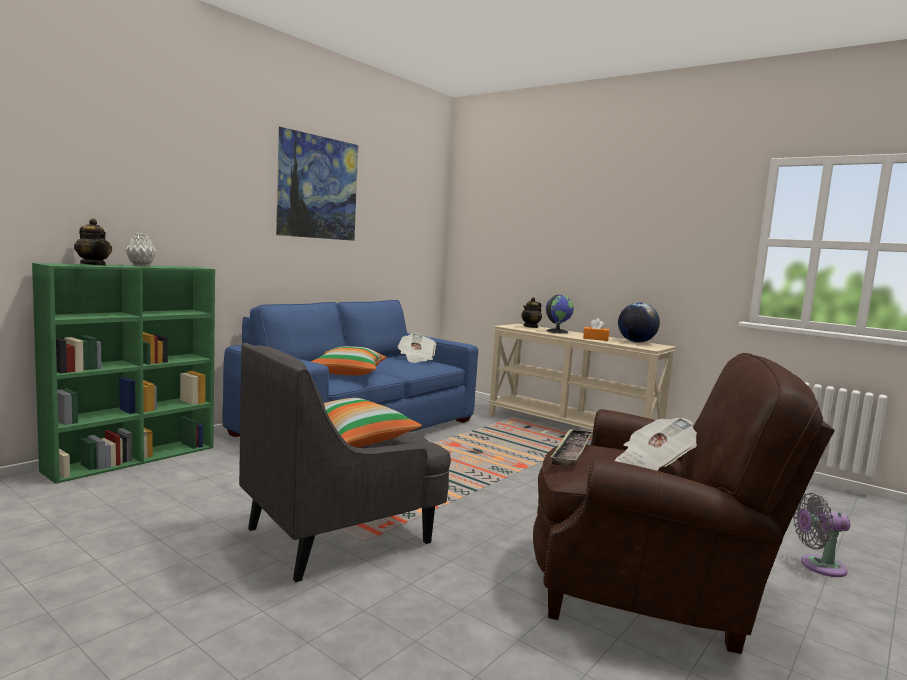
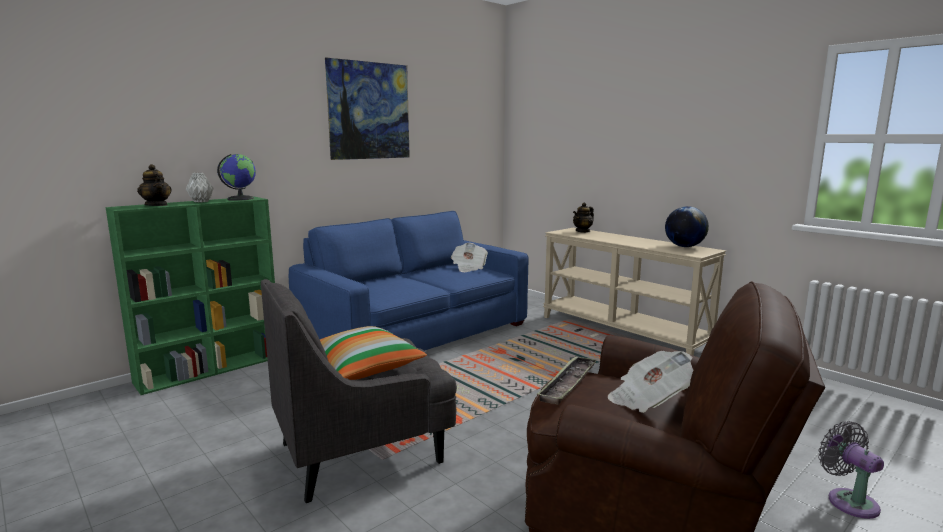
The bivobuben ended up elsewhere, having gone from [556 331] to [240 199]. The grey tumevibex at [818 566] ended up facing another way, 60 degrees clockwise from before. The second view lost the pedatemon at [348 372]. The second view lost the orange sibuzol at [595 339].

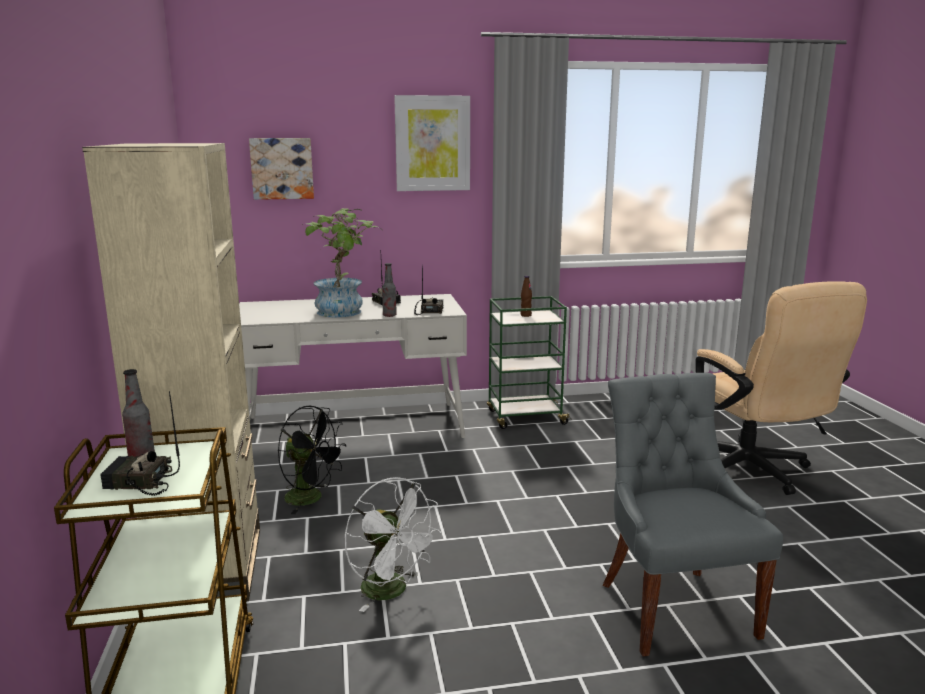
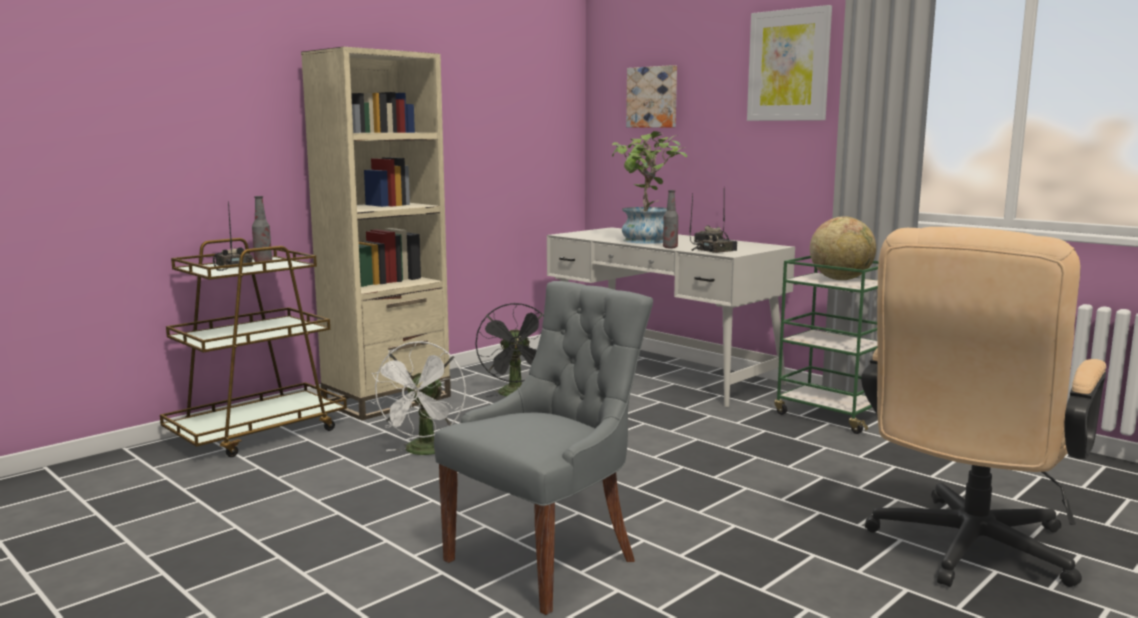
Where the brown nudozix stood at [525 315], the bivobuben came to stand at [840 279].

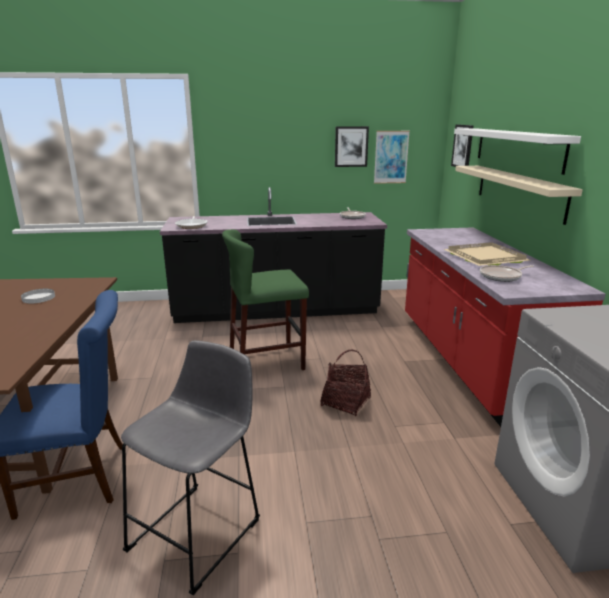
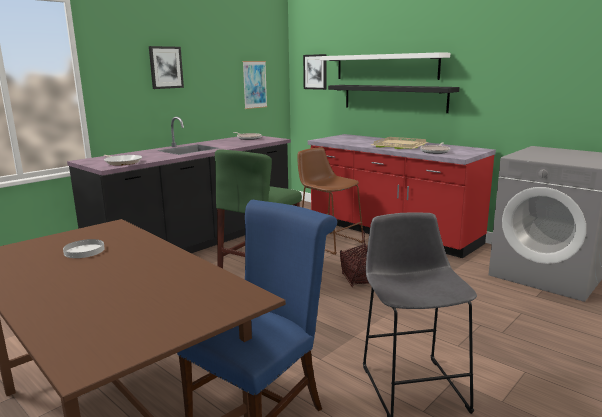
The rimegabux ended up elsewhere, having gone from [351 146] to [166 67]. The second view gained the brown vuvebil at [328 241]. What was the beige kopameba at [519 191] turned into the black kopameba at [394 97].

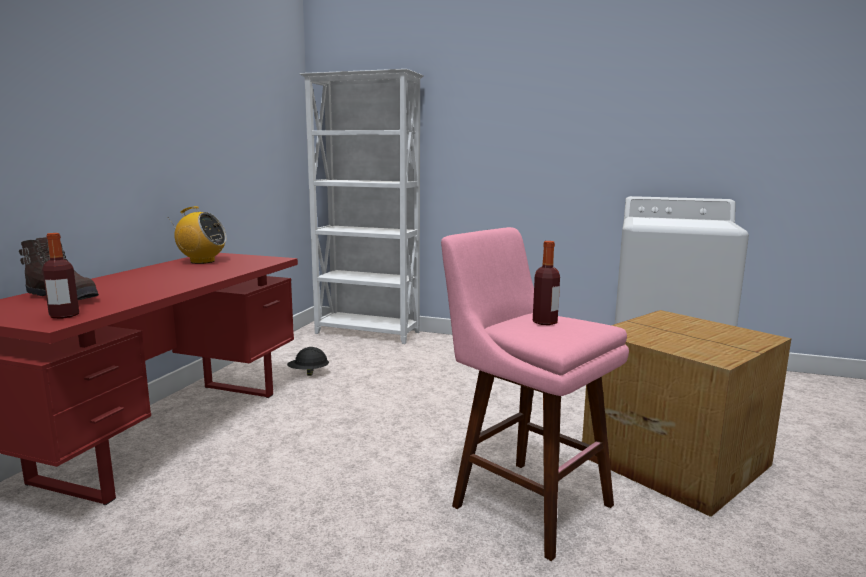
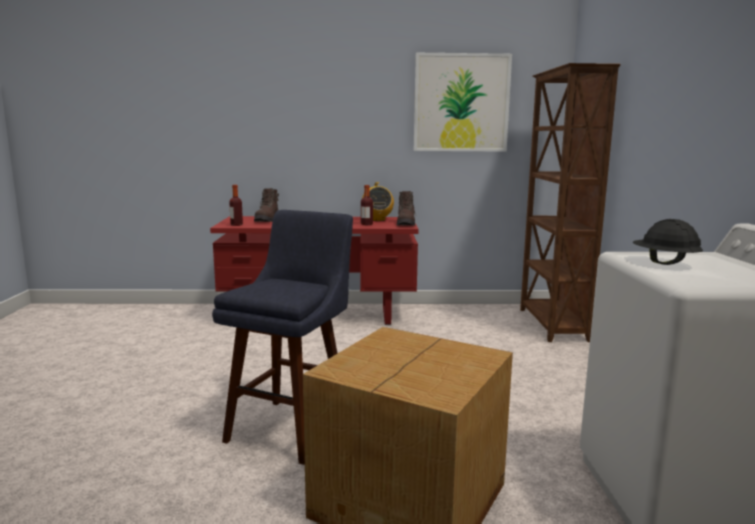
What was the pink vuvebil at [524 501] turned into the blue vuvebil at [293 426]. The nudozix ended up elsewhere, having gone from [544 322] to [366 224]. The second view gained the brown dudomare at [406 224]. The second view gained the rimegabux at [461 103]. What was the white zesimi at [367 333] turned into the brown zesimi at [552 325]. The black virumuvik ended up elsewhere, having gone from [308 373] to [664 263].

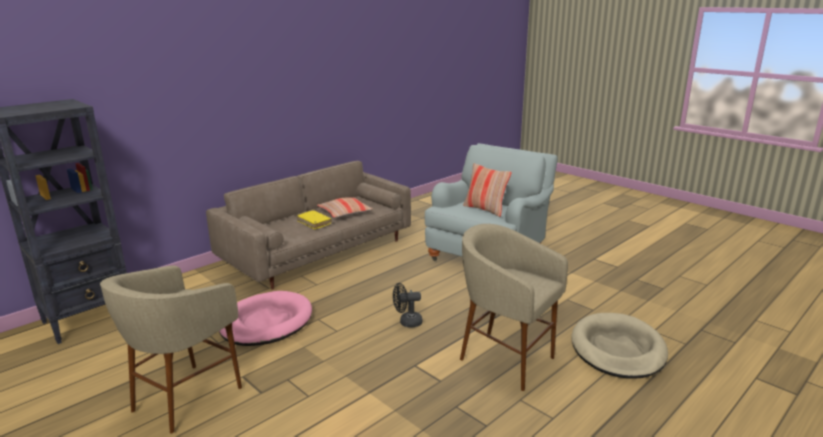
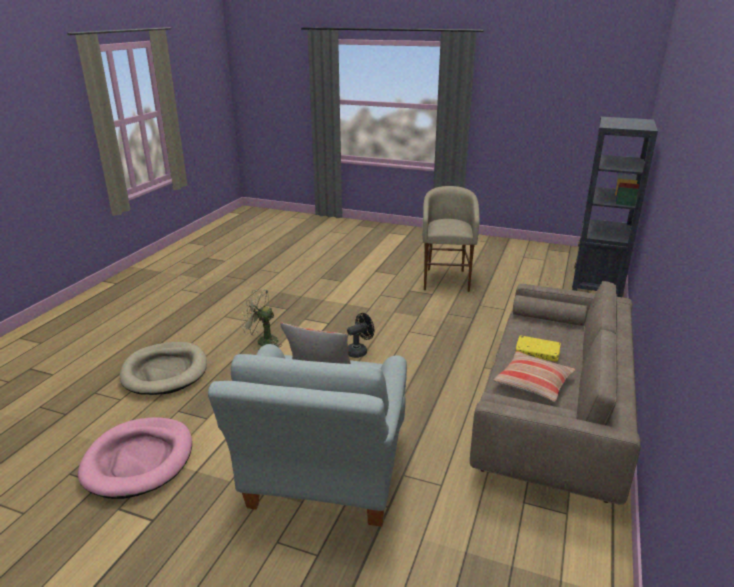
The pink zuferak ended up elsewhere, having gone from [266 322] to [139 460]. Where the beige vuvebil stood at [505 360], the green tumevibex came to stand at [262 341].

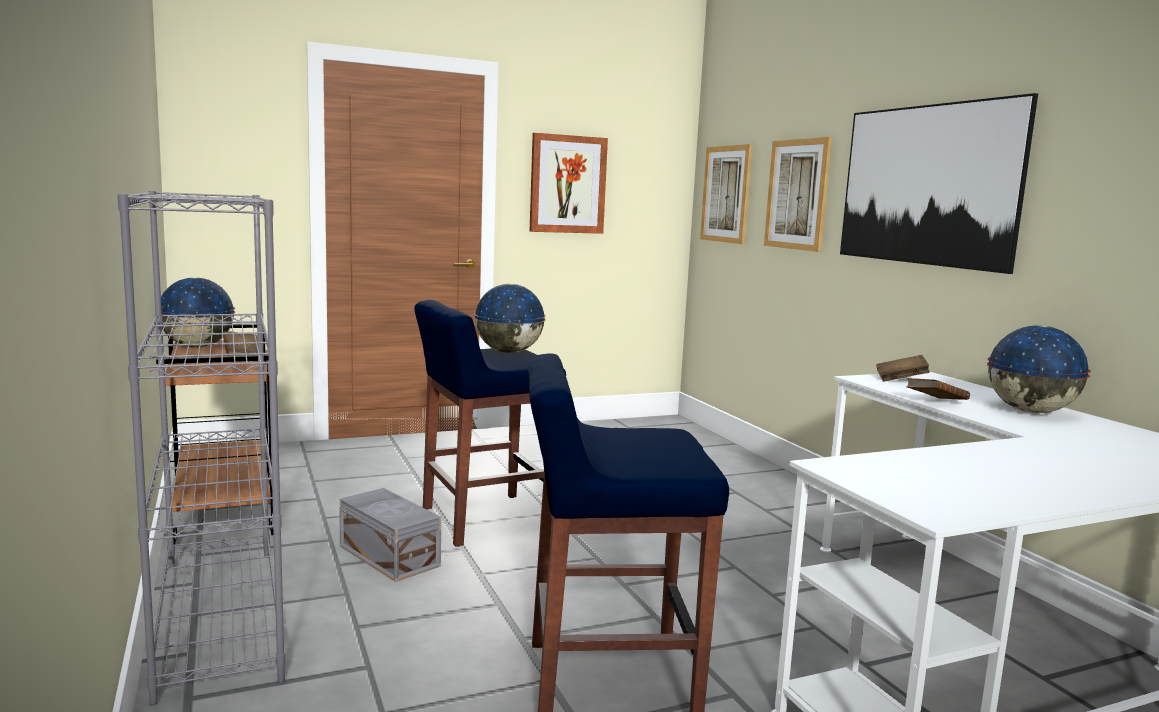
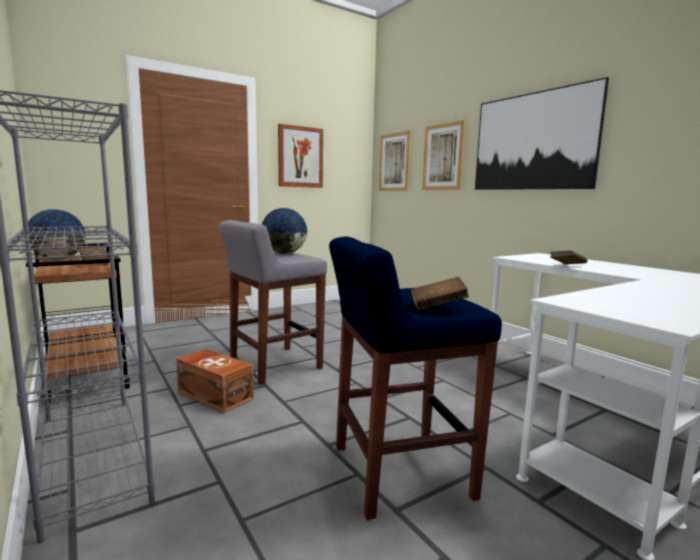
What was the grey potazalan at [389 555] turned into the brown potazalan at [215 394]. What was the blue vuvebil at [484 520] turned into the grey vuvebil at [273 365]. The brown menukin ended up elsewhere, having gone from [901 380] to [437 306]. The second view lost the bivobuben at [1029 411].

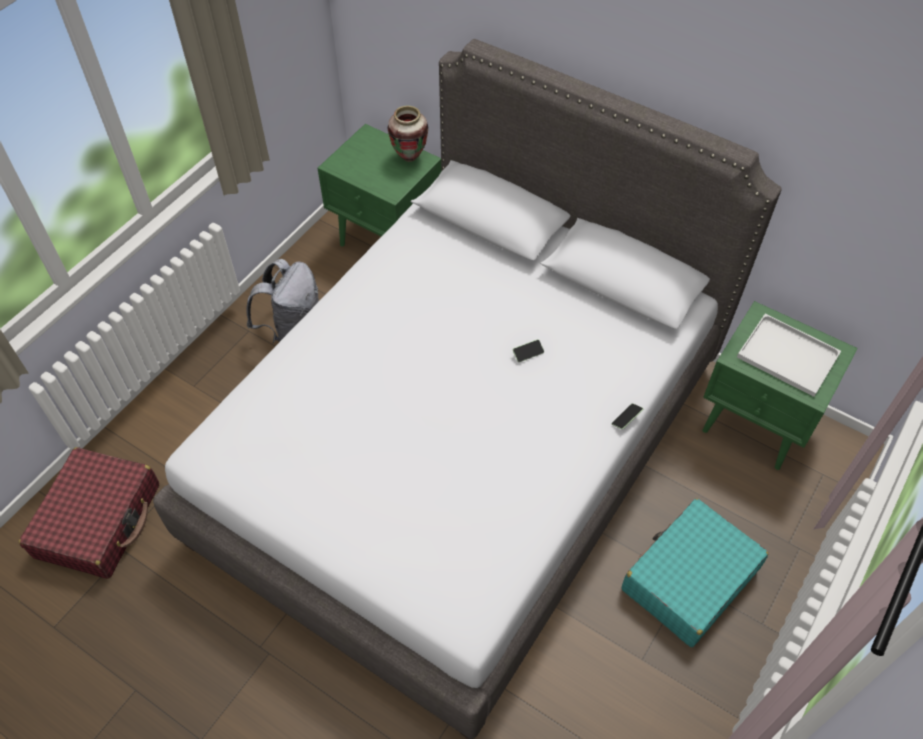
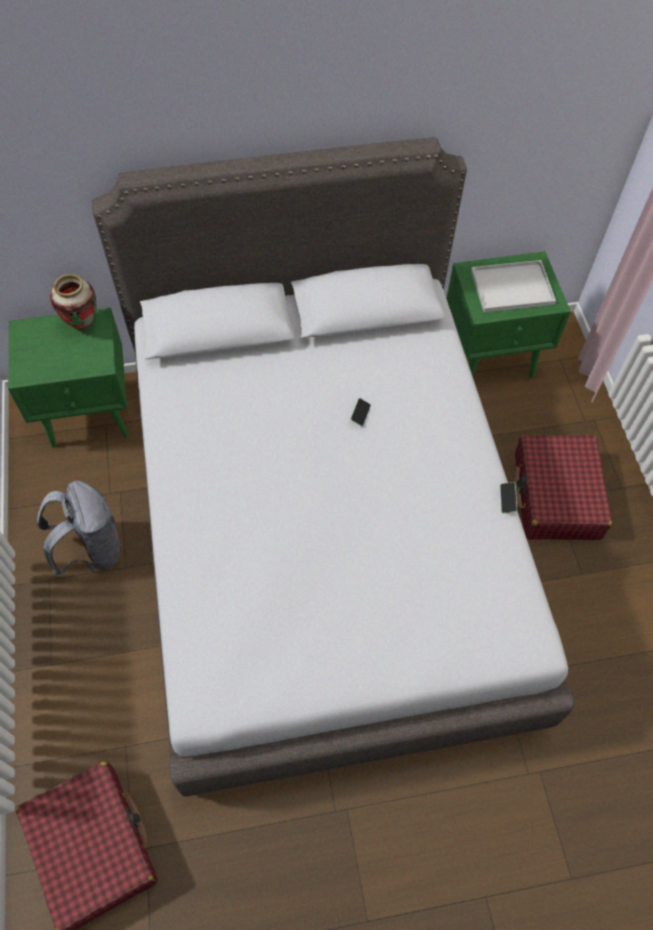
The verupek ended up elsewhere, having gone from [626 419] to [507 500]. What was the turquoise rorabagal at [689 579] turned into the red rorabagal at [556 496].

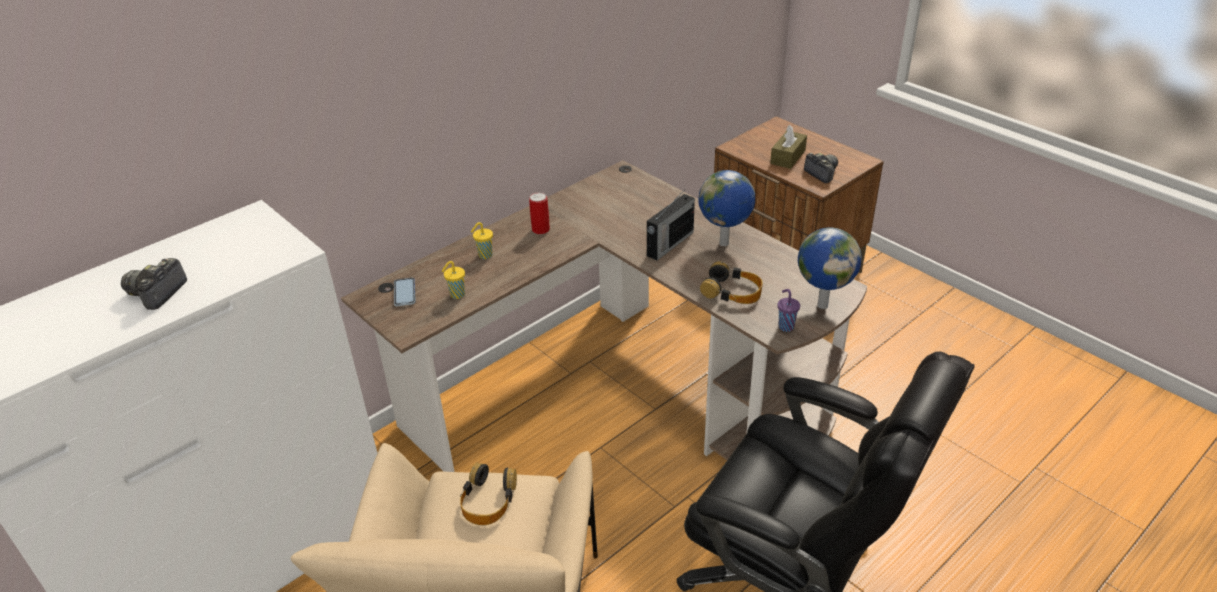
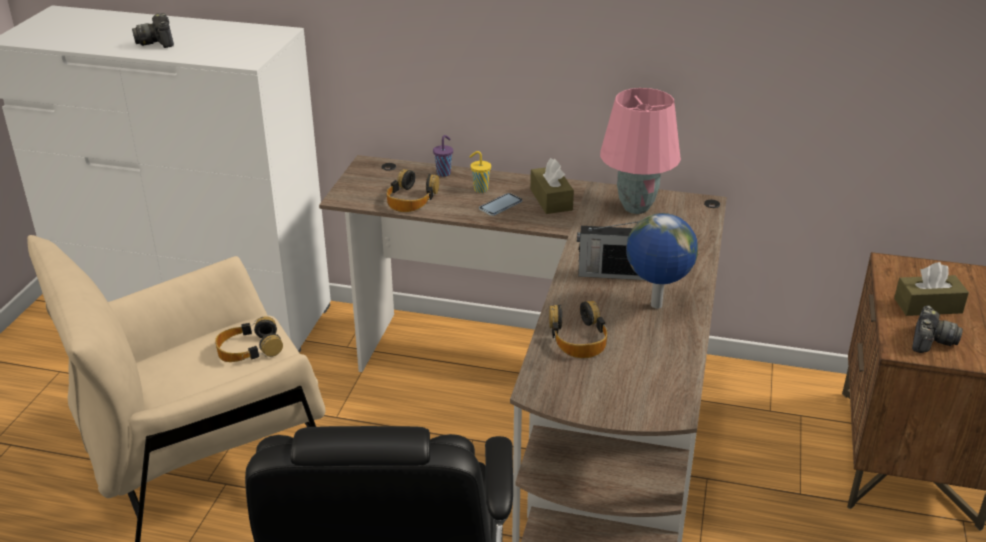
The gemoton at [157 293] ended up facing another way, 90 degrees counterclockwise from before. Where the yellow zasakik stood at [456 295], the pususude came to stand at [411 199]. The purple zasakik ended up elsewhere, having gone from [785 326] to [444 173]. The verupek ended up elsewhere, having gone from [404 293] to [500 205]. Where the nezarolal stood at [540 229], the brown sibuzol came to stand at [551 199]. The second view gained the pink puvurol at [635 207]. The second view lost the bivobuben at [822 305].

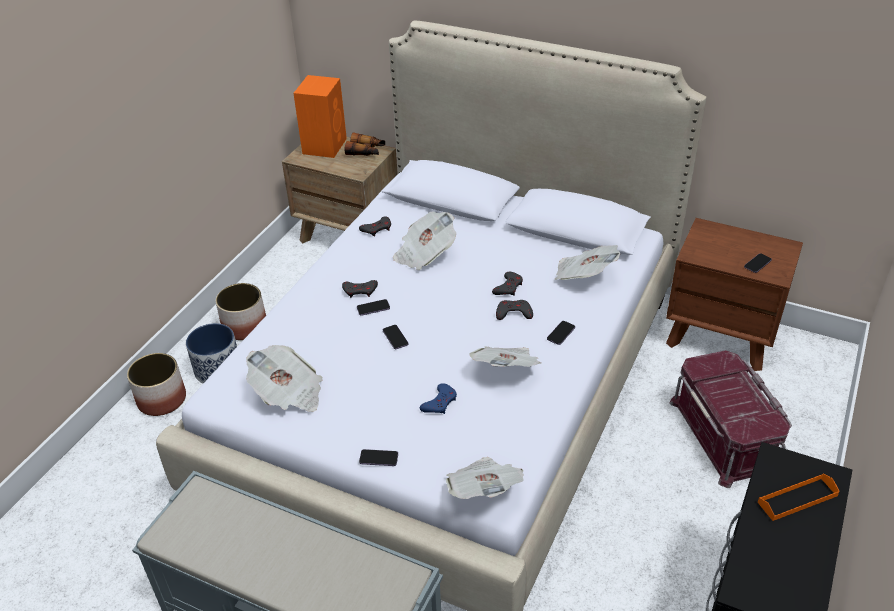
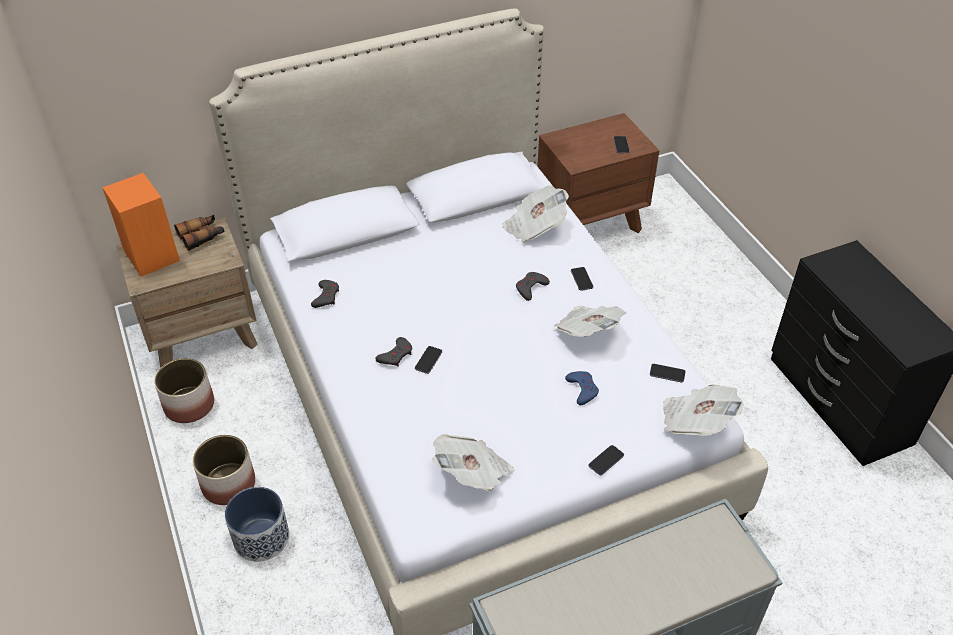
The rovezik ended up elsewhere, having gone from [162 399] to [189 404]. The verupek ended up elsewhere, having gone from [395 338] to [667 374]. The second view lost the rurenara at [424 254]. The second view lost the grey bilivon at [508 287]. The second view lost the red potazalan at [725 435]. The second view lost the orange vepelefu at [797 499].

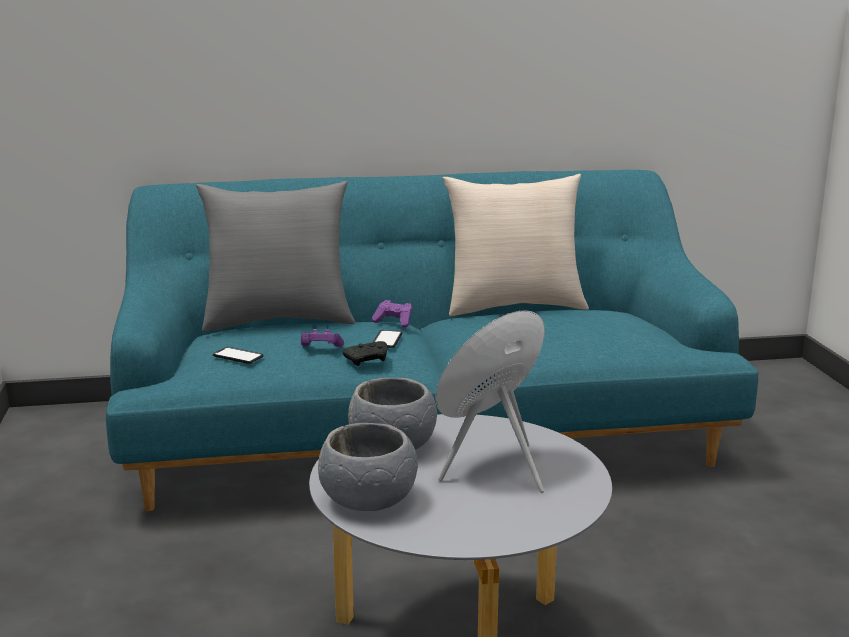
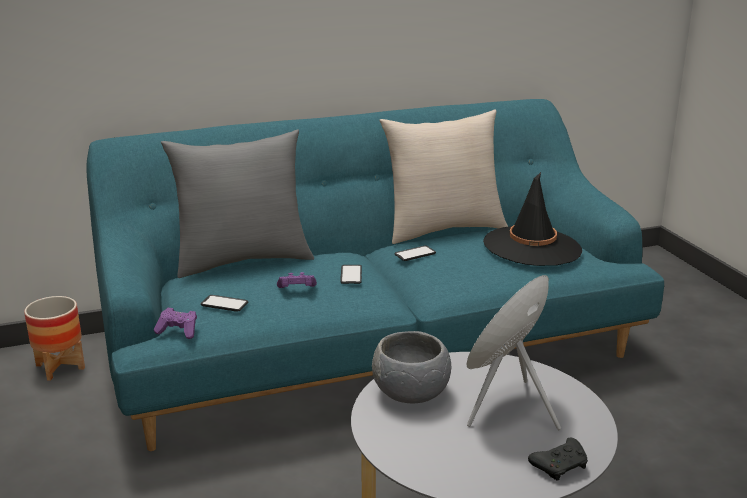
The second view gained the rovezik at [60 367]. The purple bilivon ended up elsewhere, having gone from [394 322] to [178 331]. The second view gained the verupek at [415 254]. The second view gained the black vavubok at [532 247]. The black bilivon ended up elsewhere, having gone from [368 360] to [560 466]. The second view lost the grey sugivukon at [369 499].

